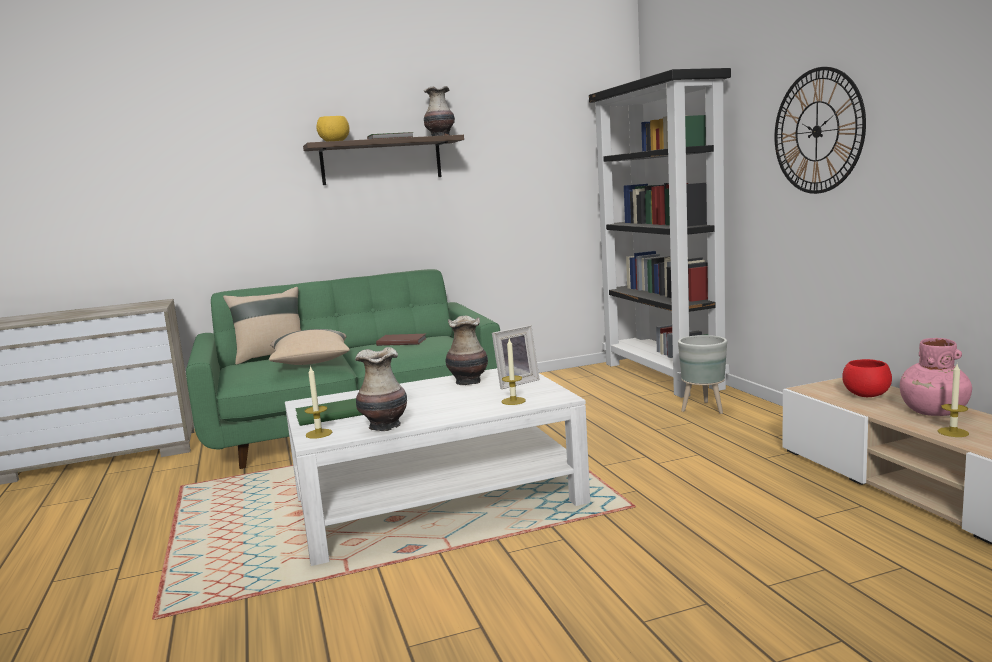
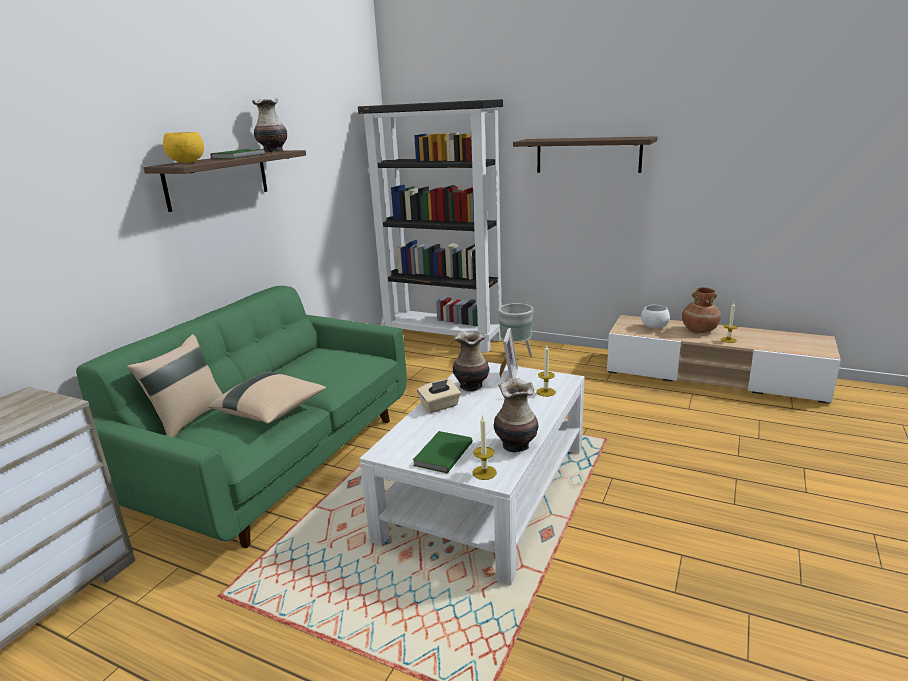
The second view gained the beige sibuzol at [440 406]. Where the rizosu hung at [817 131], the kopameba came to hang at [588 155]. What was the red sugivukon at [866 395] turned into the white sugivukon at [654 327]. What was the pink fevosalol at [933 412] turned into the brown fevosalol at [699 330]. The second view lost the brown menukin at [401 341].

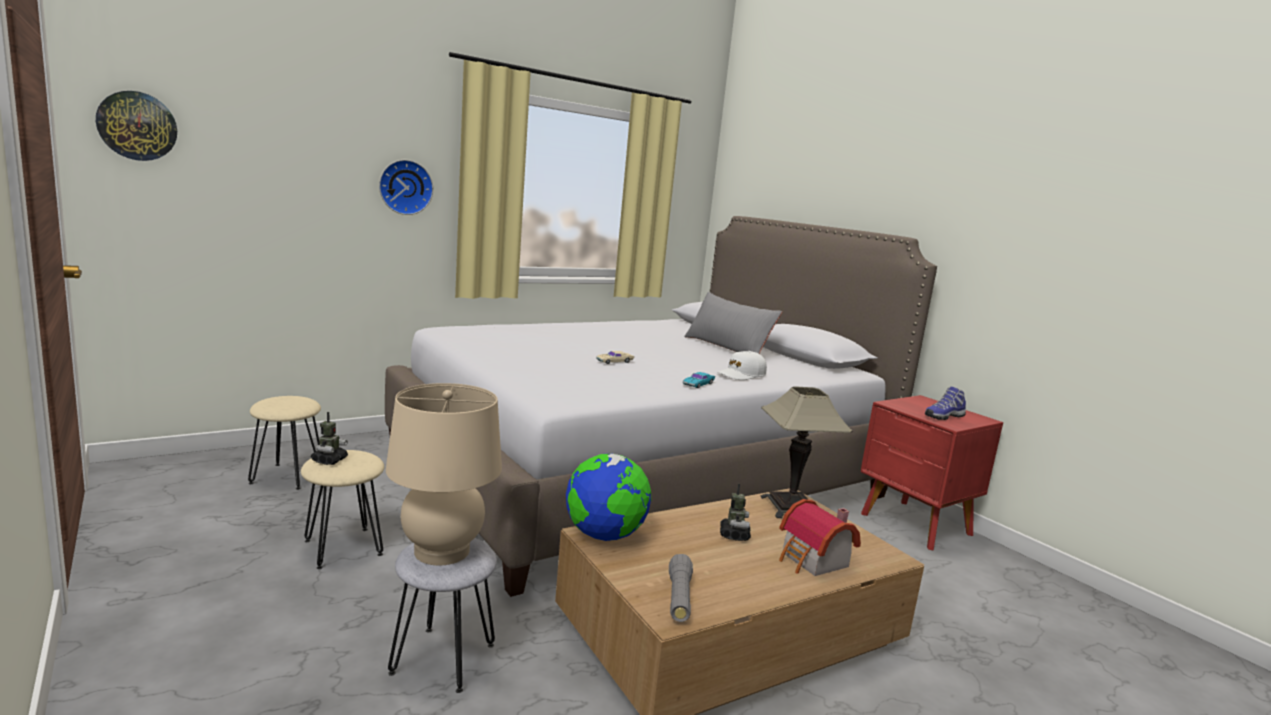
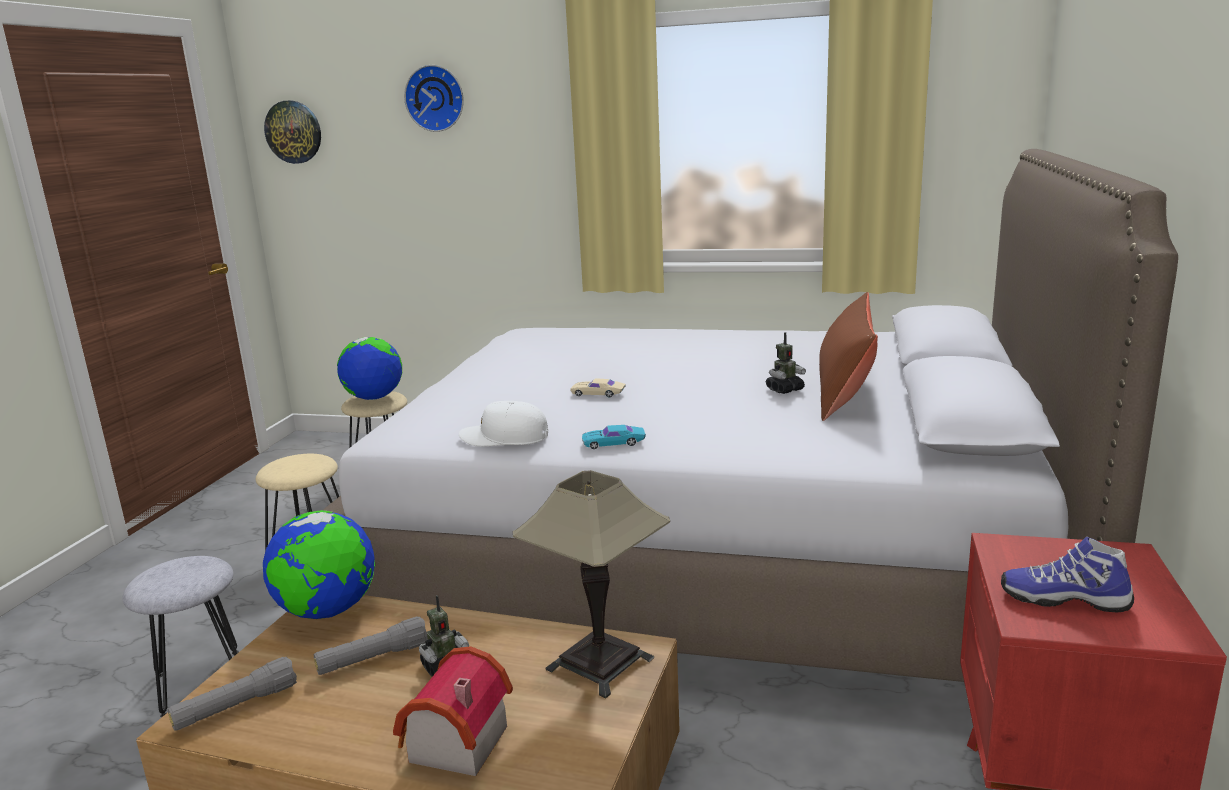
The second view gained the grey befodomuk at [373 659]. The second view gained the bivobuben at [374 398]. The rizosu ended up elsewhere, having gone from [405 187] to [436 98]. The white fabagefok ended up elsewhere, having gone from [741 375] to [504 438]. The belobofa ended up elsewhere, having gone from [329 460] to [784 390]. What was the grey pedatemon at [727 348] turned into the brown pedatemon at [845 390]. The second view lost the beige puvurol at [442 551].

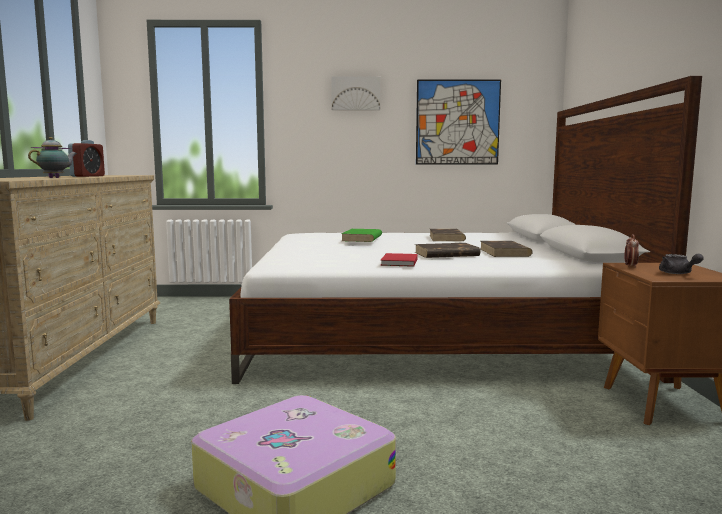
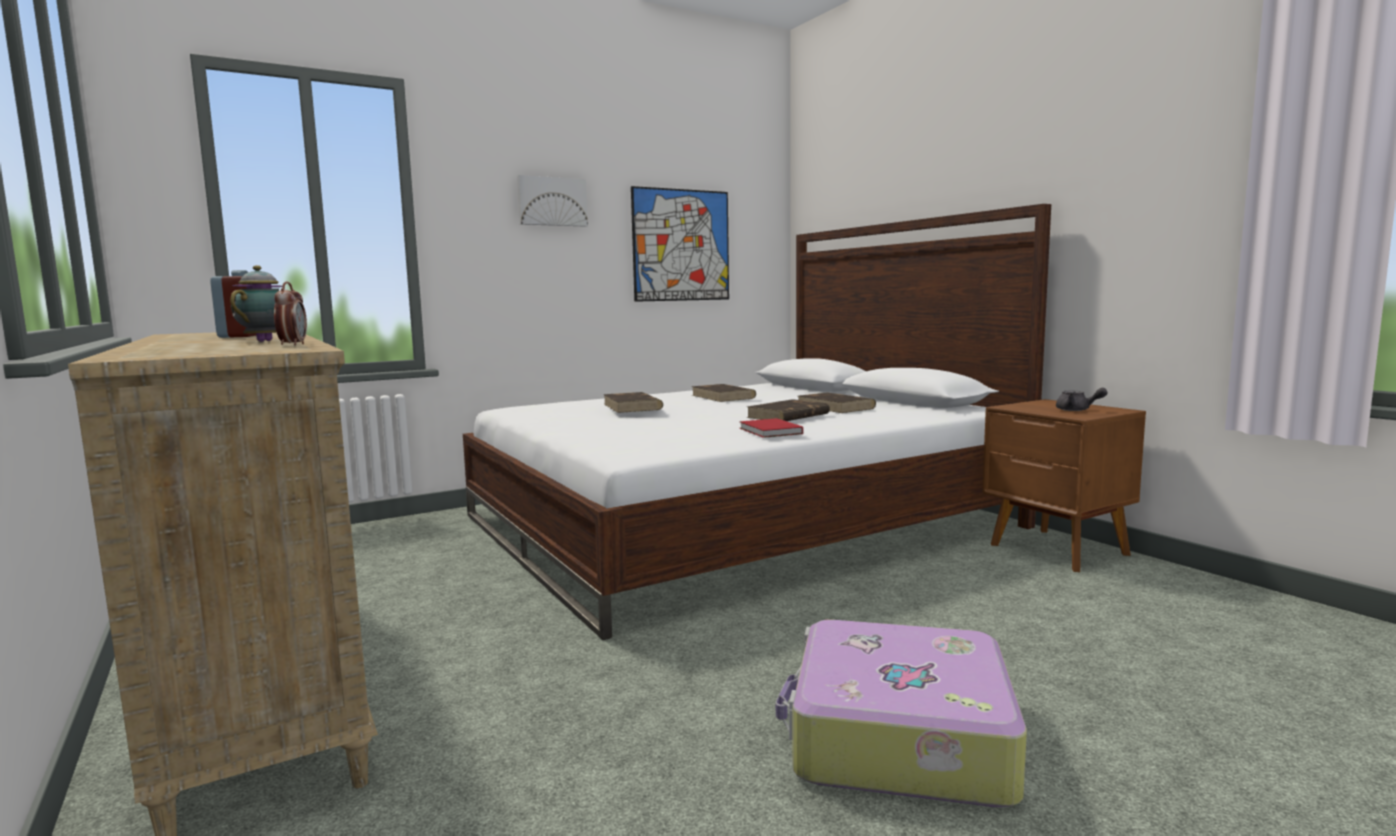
The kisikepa ended up elsewhere, having gone from [630 266] to [293 345]. What was the green menukin at [362 238] turned into the brown menukin at [632 407].

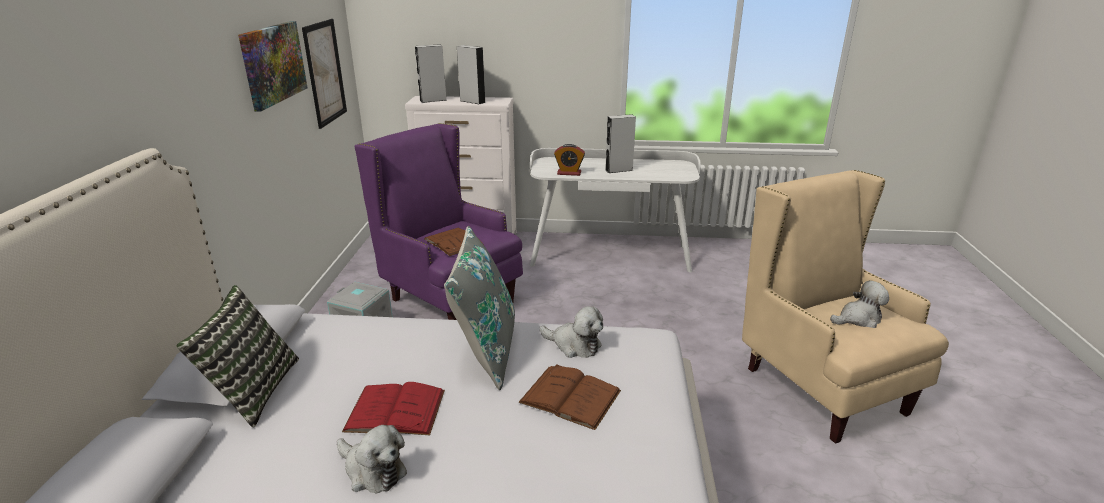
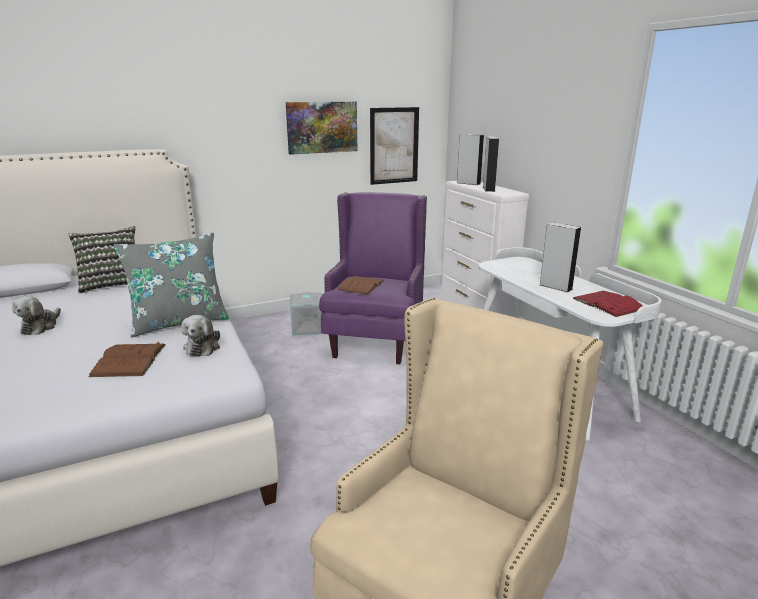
The red menukin ended up elsewhere, having gone from [395 410] to [608 304]. The second view lost the kisikepa at [569 173]. The second view lost the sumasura at [858 319].

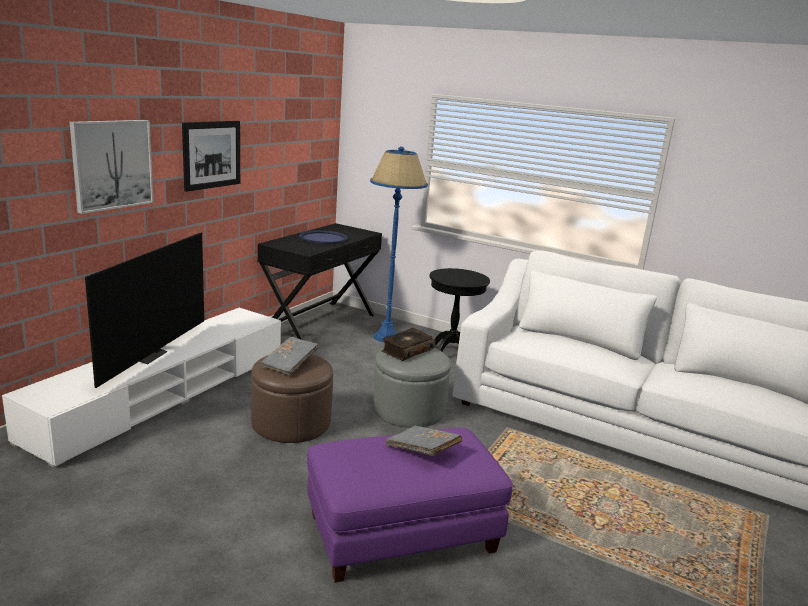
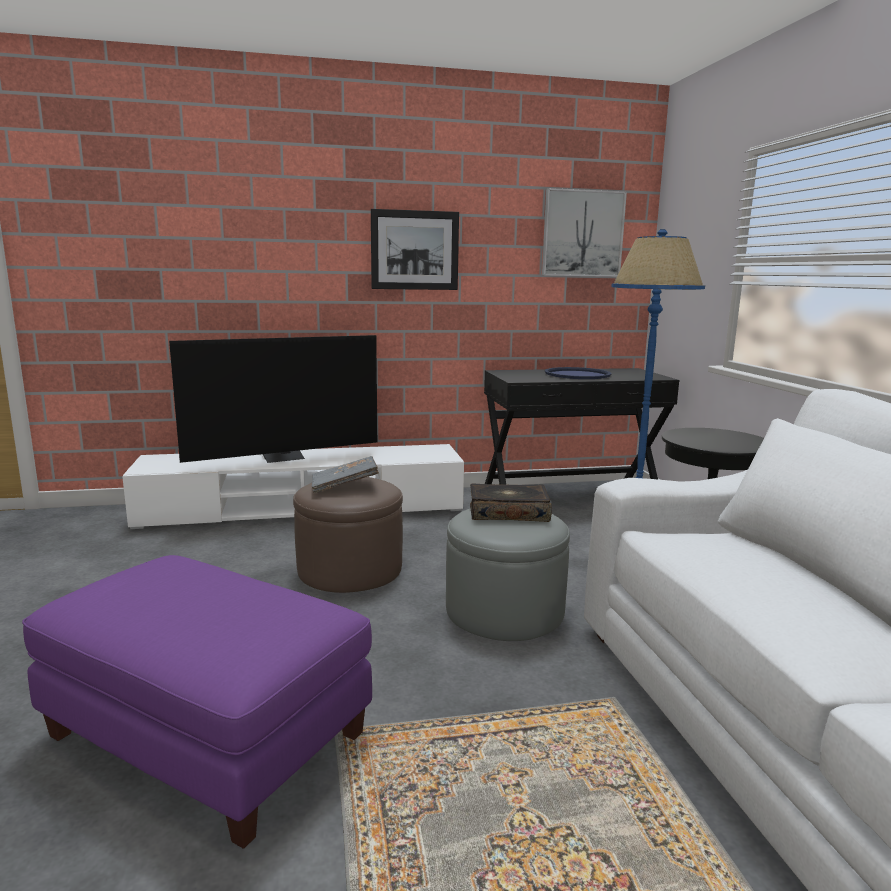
The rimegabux ended up elsewhere, having gone from [112 164] to [582 233]. The second view lost the grey menukin at [422 450].

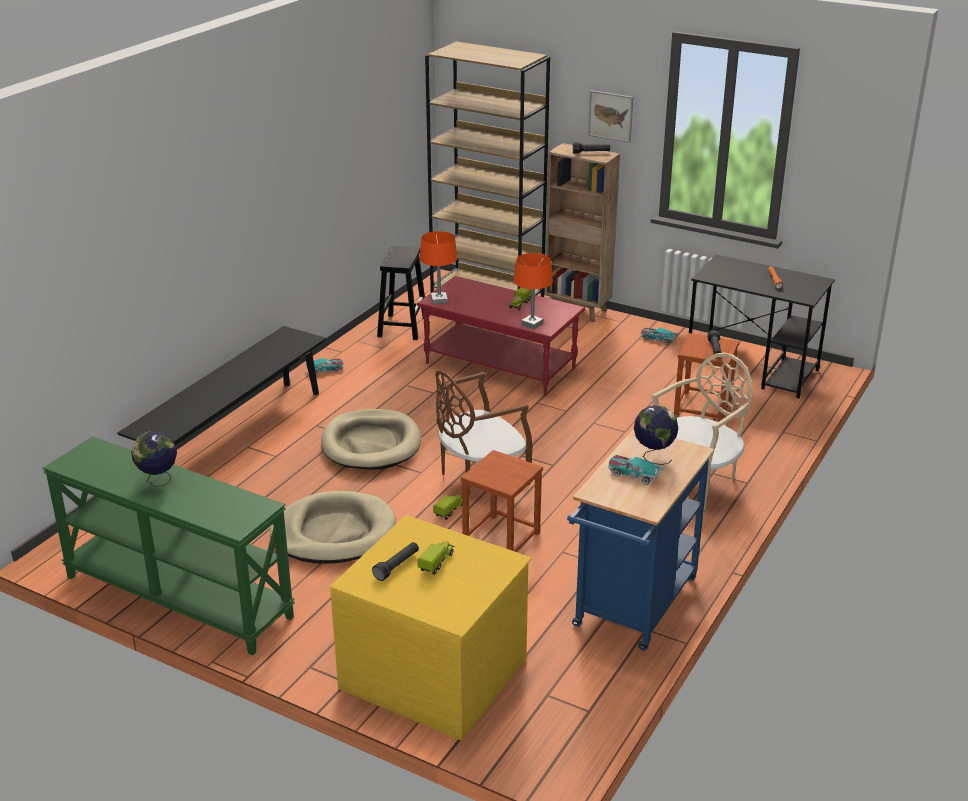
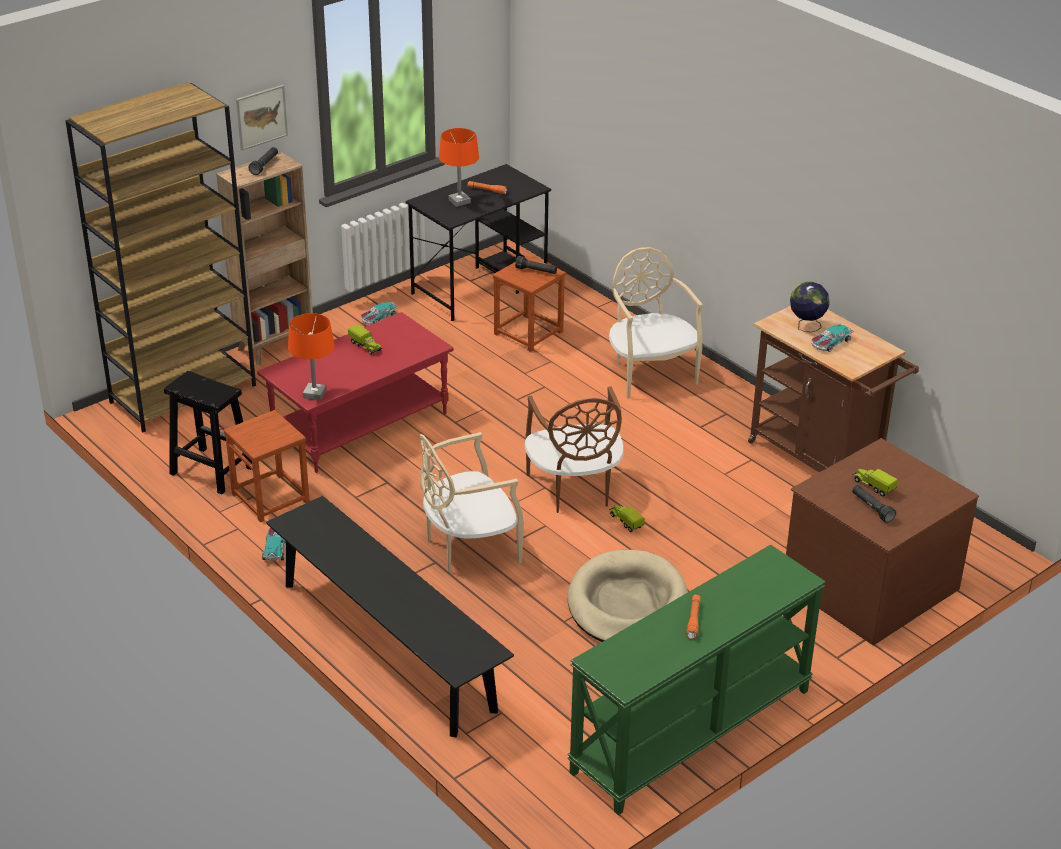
The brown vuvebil ended up elsewhere, having gone from [502 538] to [271 497]. Where the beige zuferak stood at [371 444], the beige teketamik came to stand at [469 547]. The orange puvurol ended up elsewhere, having gone from [532 324] to [459 201]. Where the bivobuben stood at [158 481], the orange befodomuk came to stand at [693 620]. What was the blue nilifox at [632 608] turned into the brown nilifox at [821 459]. What was the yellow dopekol at [435 672] turned into the brown dopekol at [868 584].

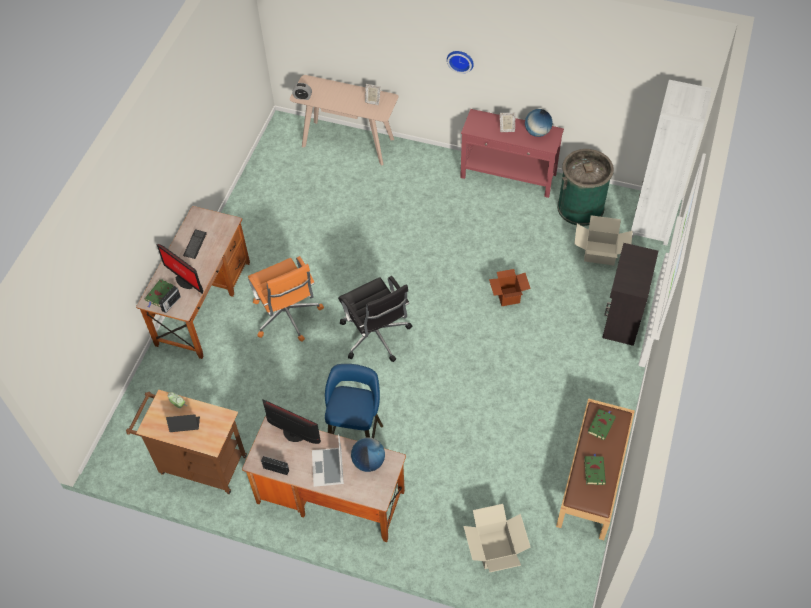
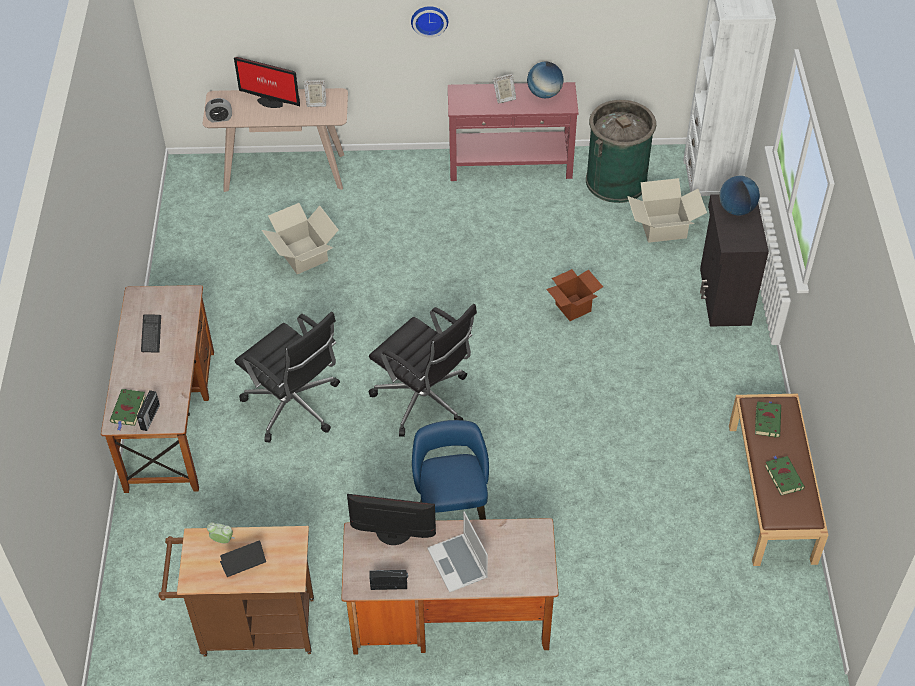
The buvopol ended up elsewhere, having gone from [185 281] to [270 101]. What was the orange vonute at [287 316] turned into the black vonute at [294 406]. The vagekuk ended up elsewhere, having gone from [495 548] to [303 254]. The bivobuben ended up elsewhere, having gone from [368 462] to [736 209].

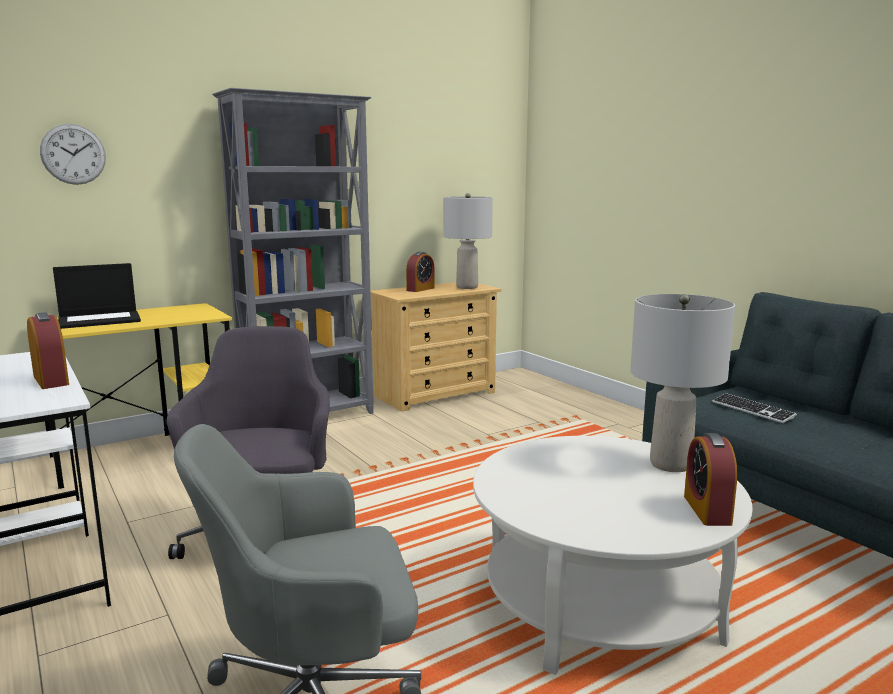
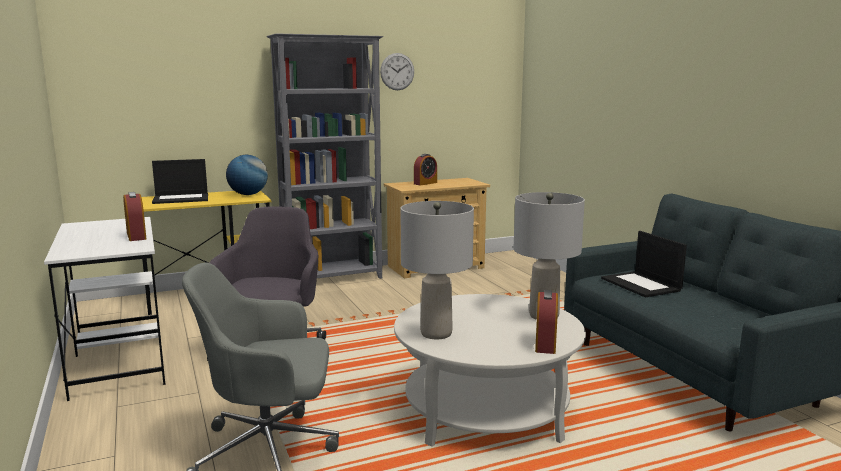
The second view gained the bivobuben at [248 194]. The rizosu ended up elsewhere, having gone from [73 154] to [397 71]. The grey puvurol ended up elsewhere, having gone from [467 287] to [436 333]. Where the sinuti stood at [752 410], the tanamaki came to stand at [642 285].

